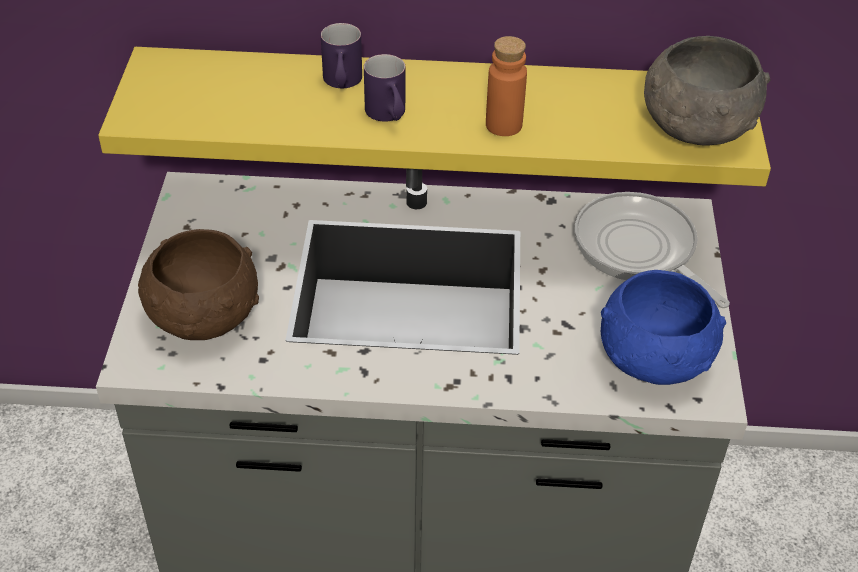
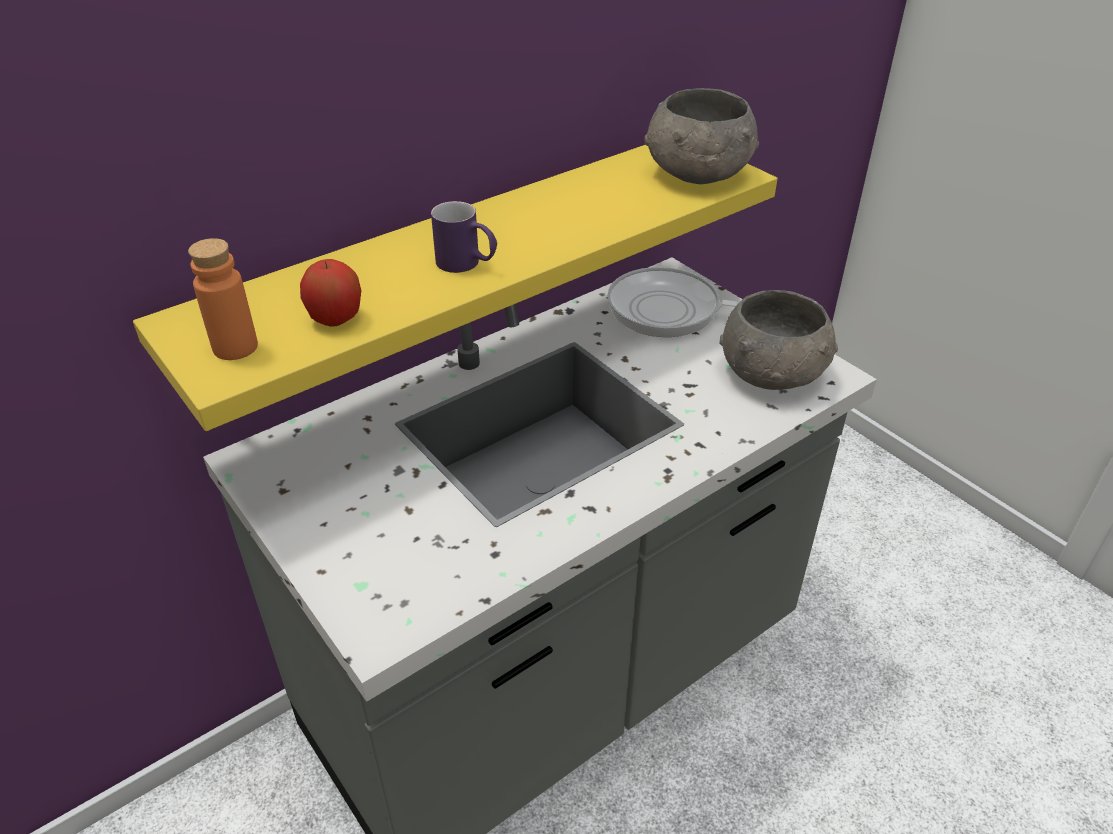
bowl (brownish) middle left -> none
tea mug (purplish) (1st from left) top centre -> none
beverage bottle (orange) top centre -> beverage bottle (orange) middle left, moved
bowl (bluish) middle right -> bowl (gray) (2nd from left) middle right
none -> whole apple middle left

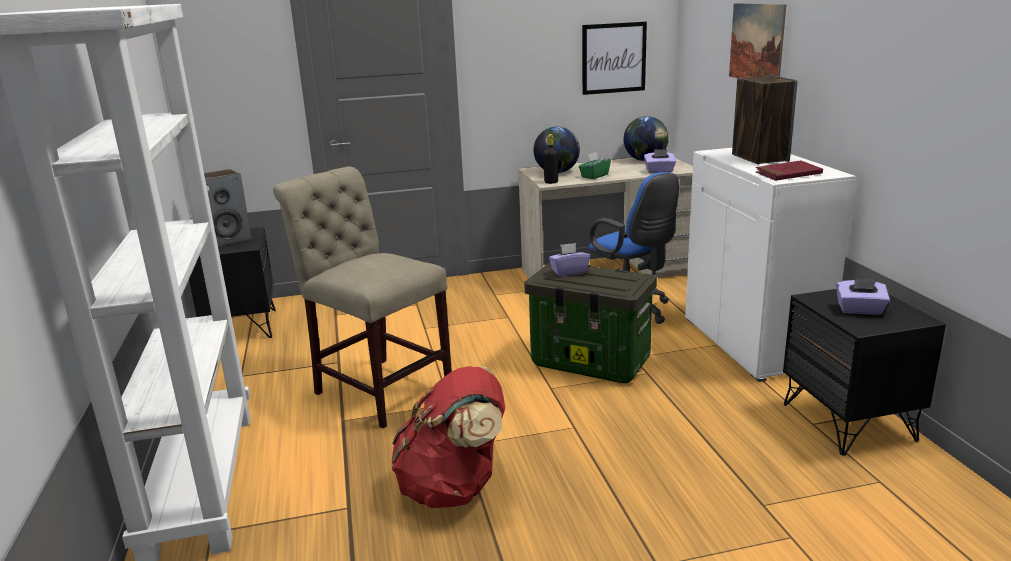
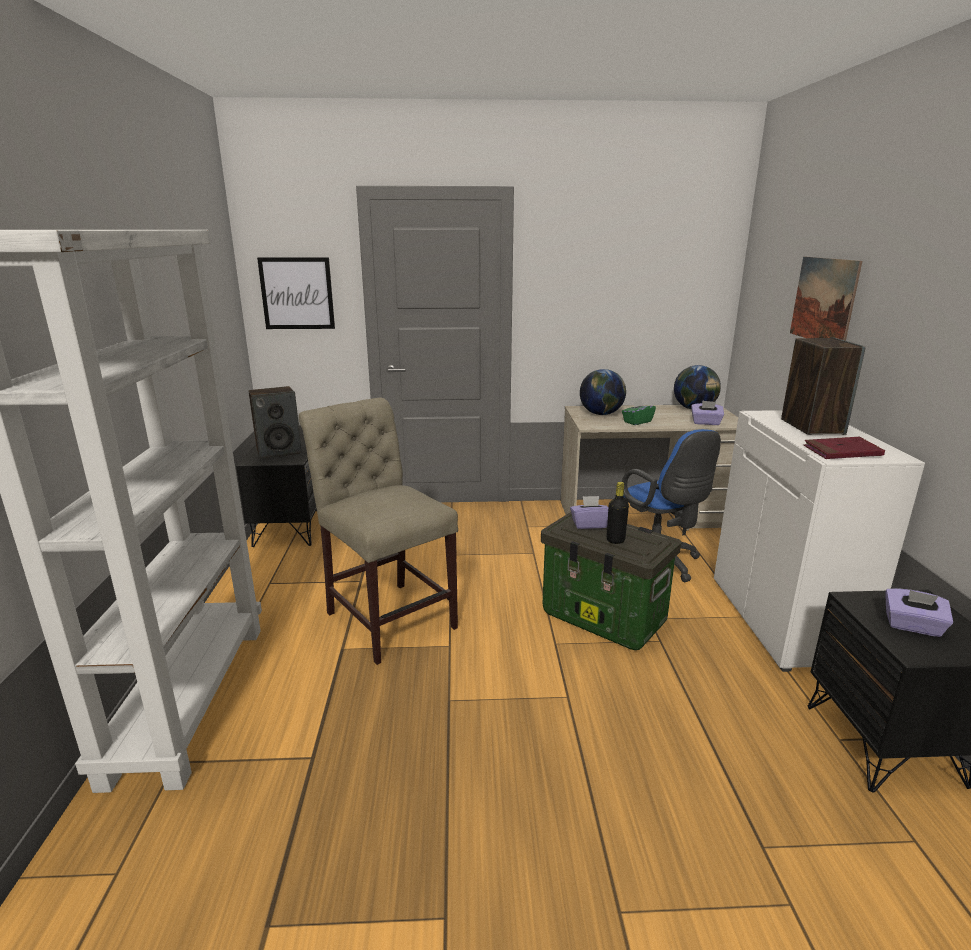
backpack (red-coloured) bottom centre -> none
beverage bottle (black-coloured) top centre -> beverage bottle (black-coloured) centre, moved
wall art (1st from left) top centre -> wall art (1st from left) top left, moved

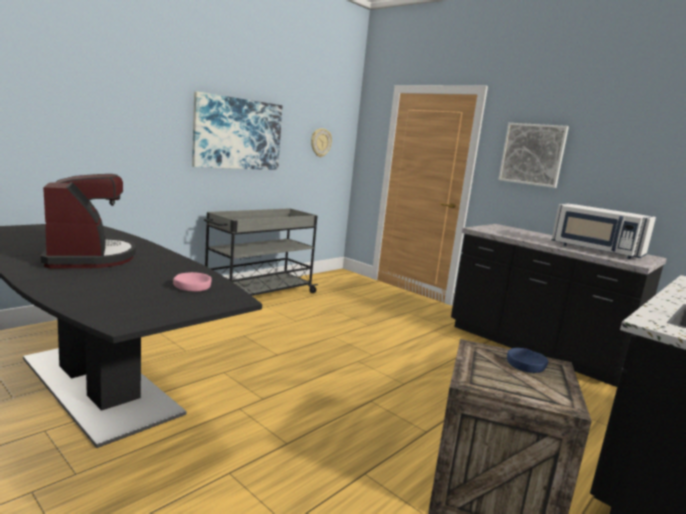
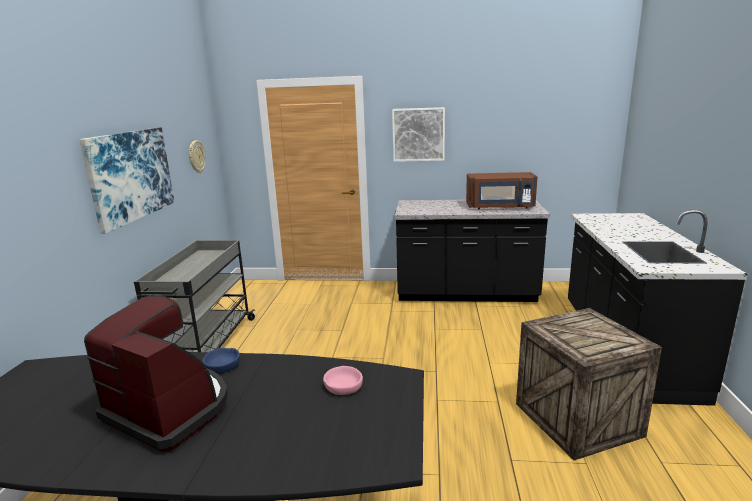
bowl (bluish) bottom right -> bowl (bluish) bottom left, moved
kitchen microwave (white) middle right -> kitchen microwave (brownish) centre

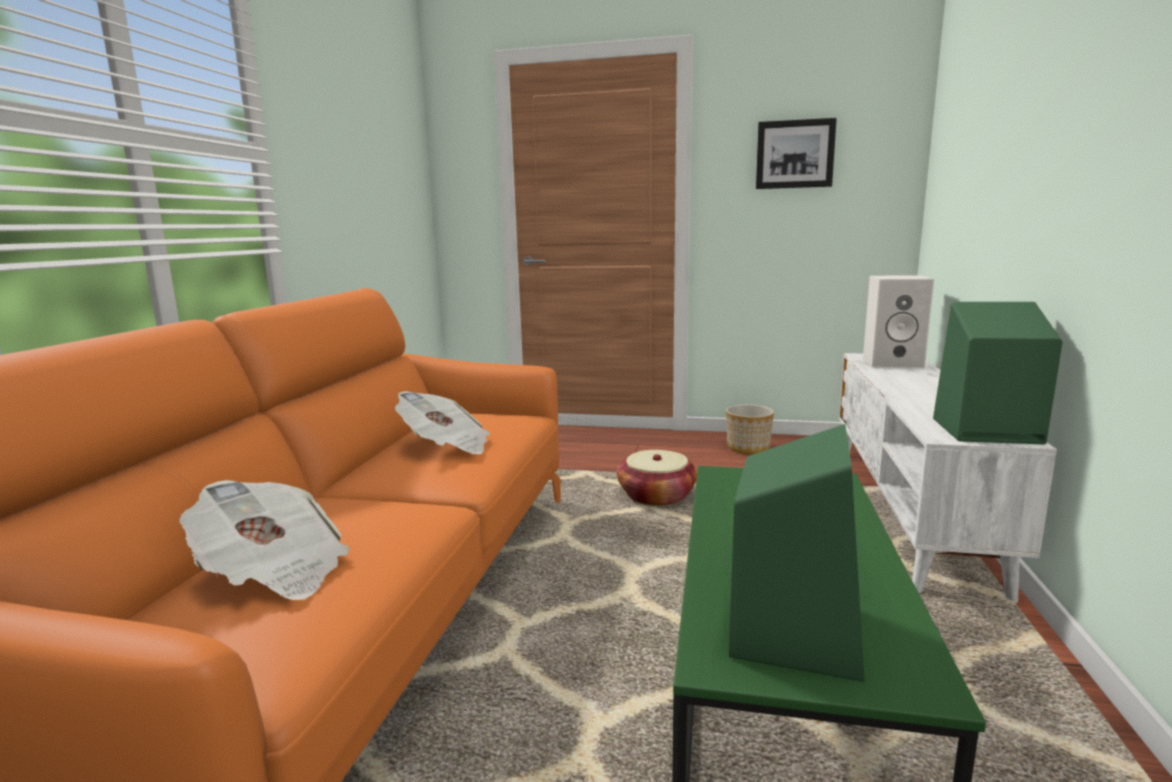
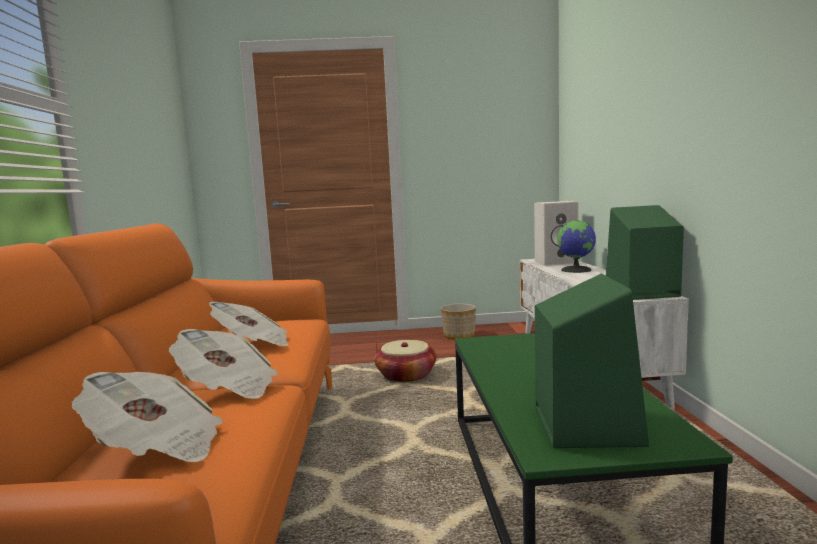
wall art top right -> none
none -> newspaper (2nd from left) bottom left
none -> desk globe middle right

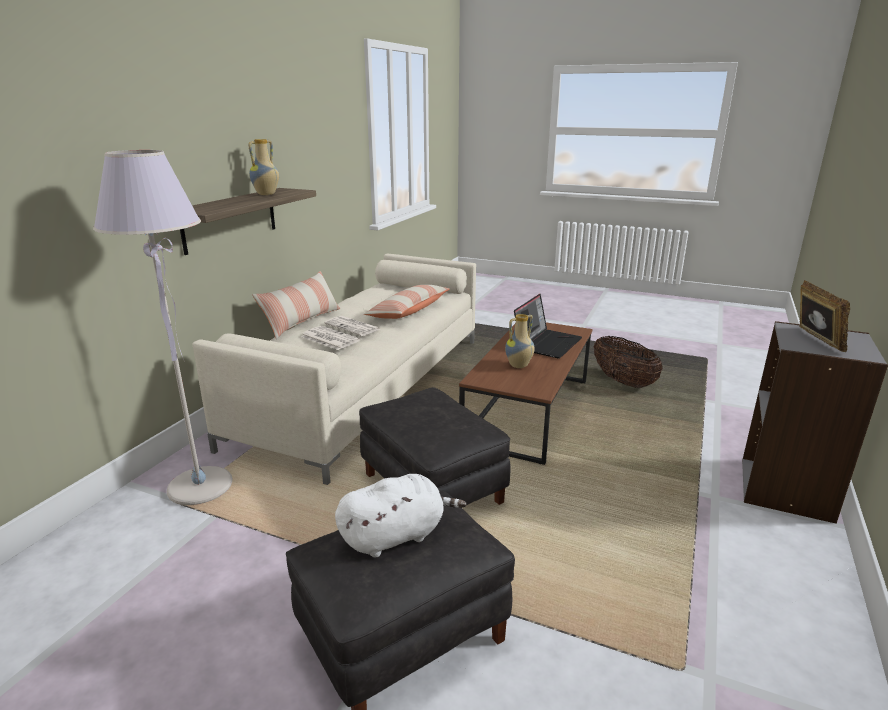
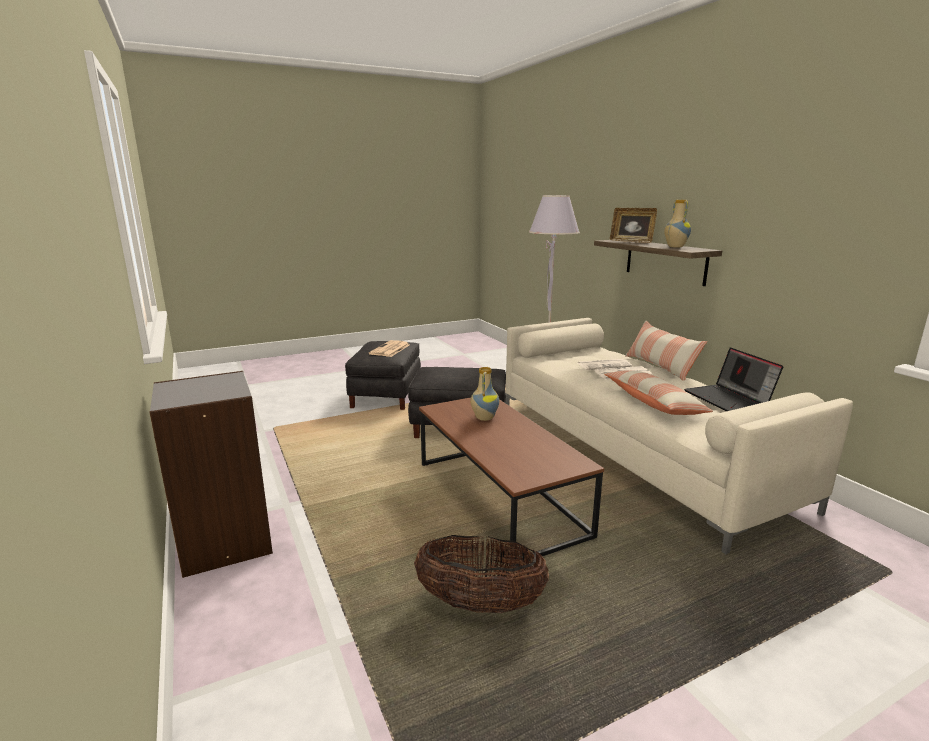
plush toy (white) bottom centre -> newspaper (1st from left) centre
notebook computer centre -> notebook computer middle right, moved
standing frame middle right -> standing frame top right, moved

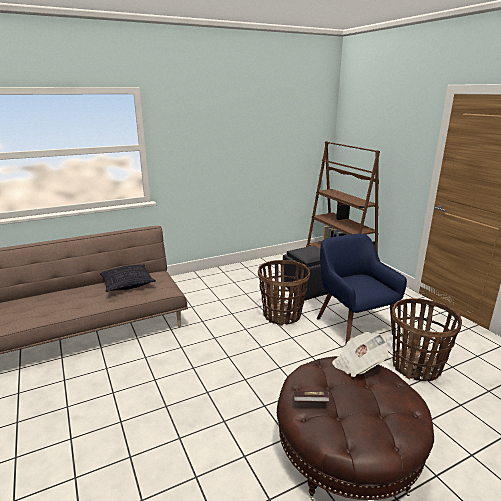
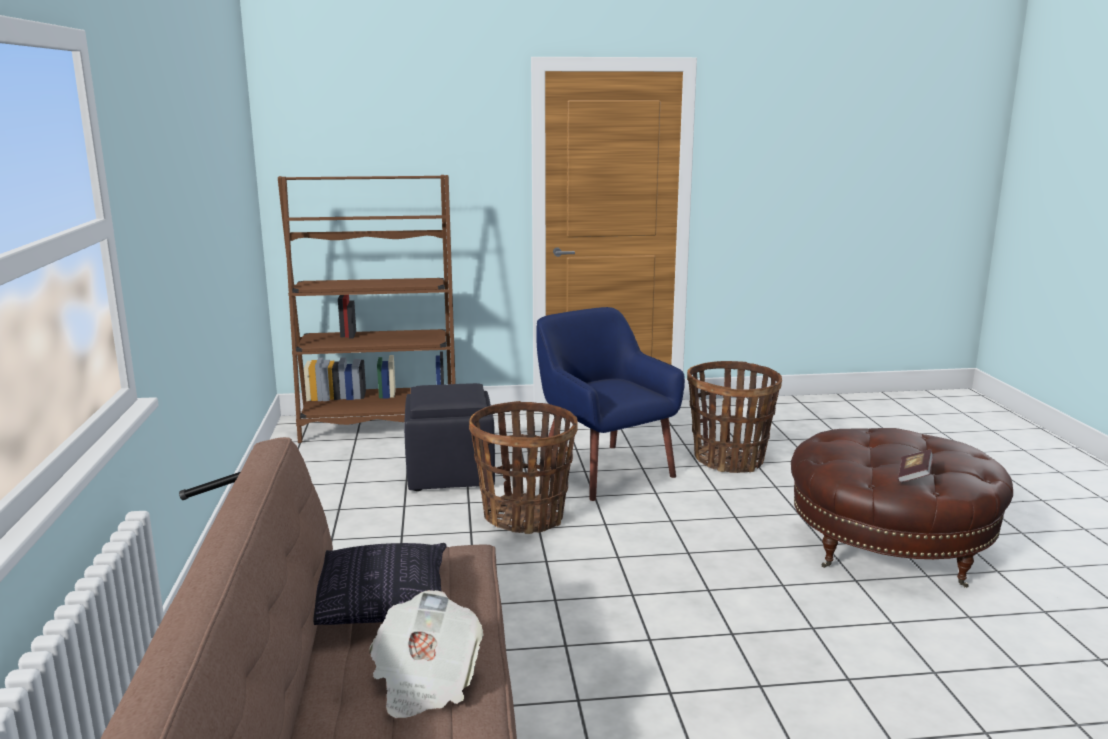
armchair (bluish) middle right -> armchair (bluish) centre, 60 degrees clockwise
newspaper bottom right -> newspaper bottom centre, moved

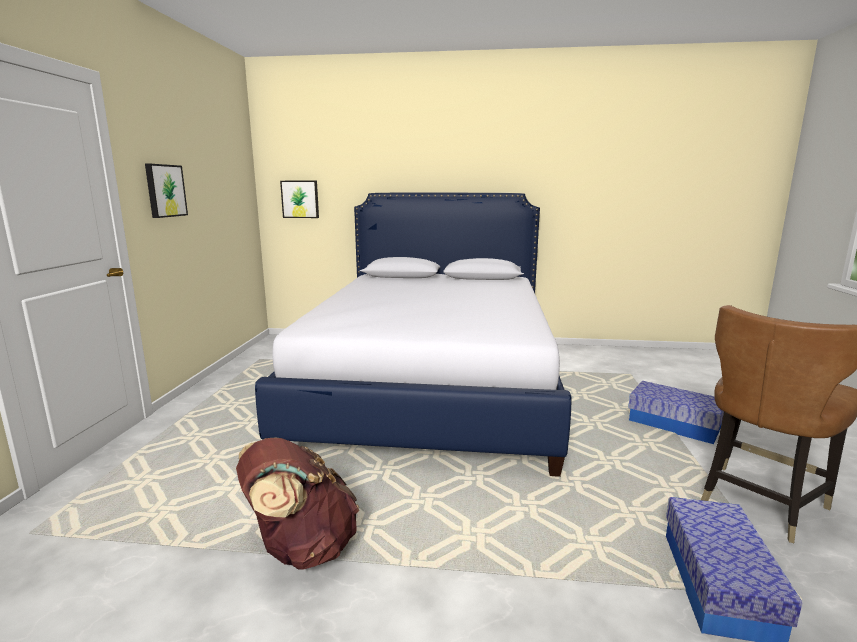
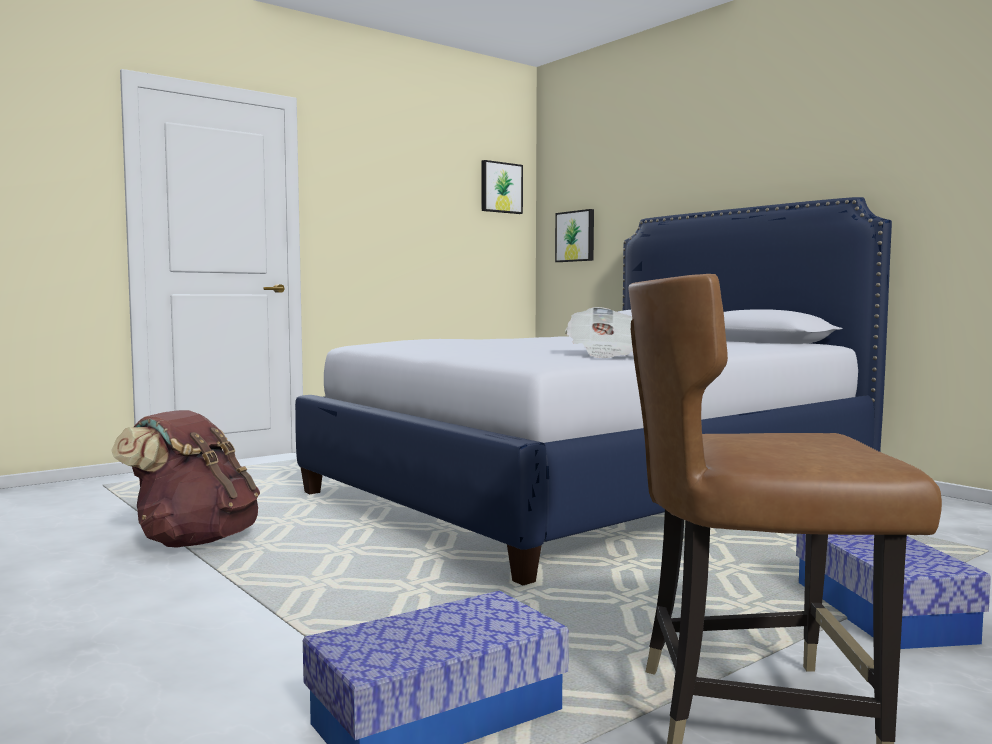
wall art (1st from left) top left -> wall art (1st from left) top centre, moved
none -> newspaper centre

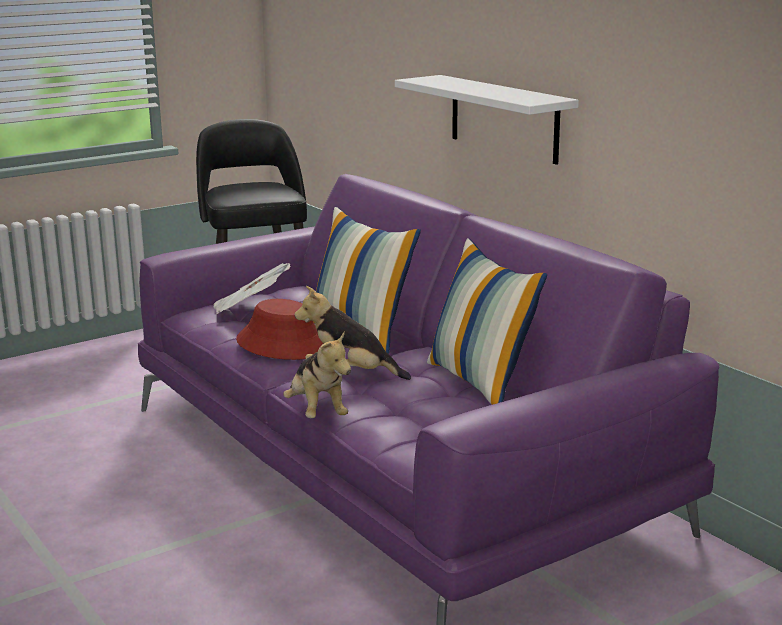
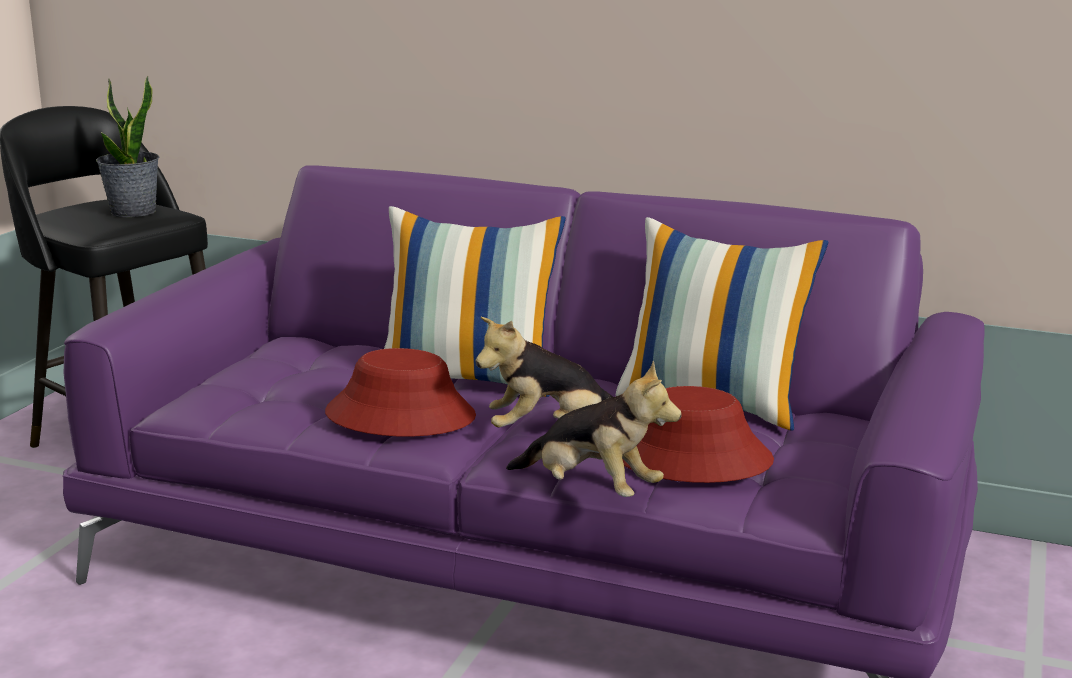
newspaper middle left -> none
wall shelf (white) top centre -> none
none -> plant in a pot top left
none -> wearable hat (red-coloured) (2nd from left) centre

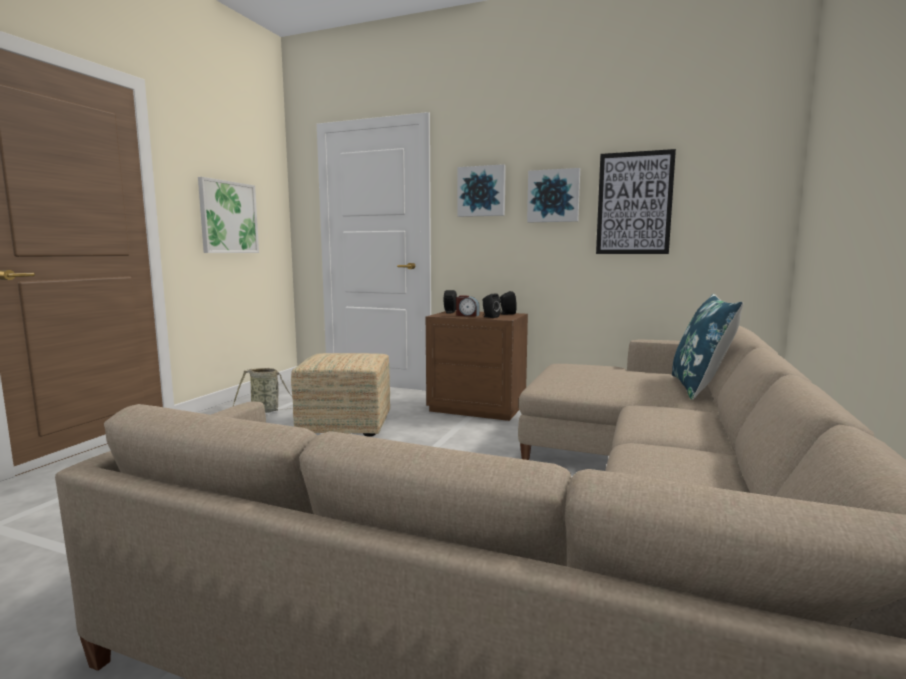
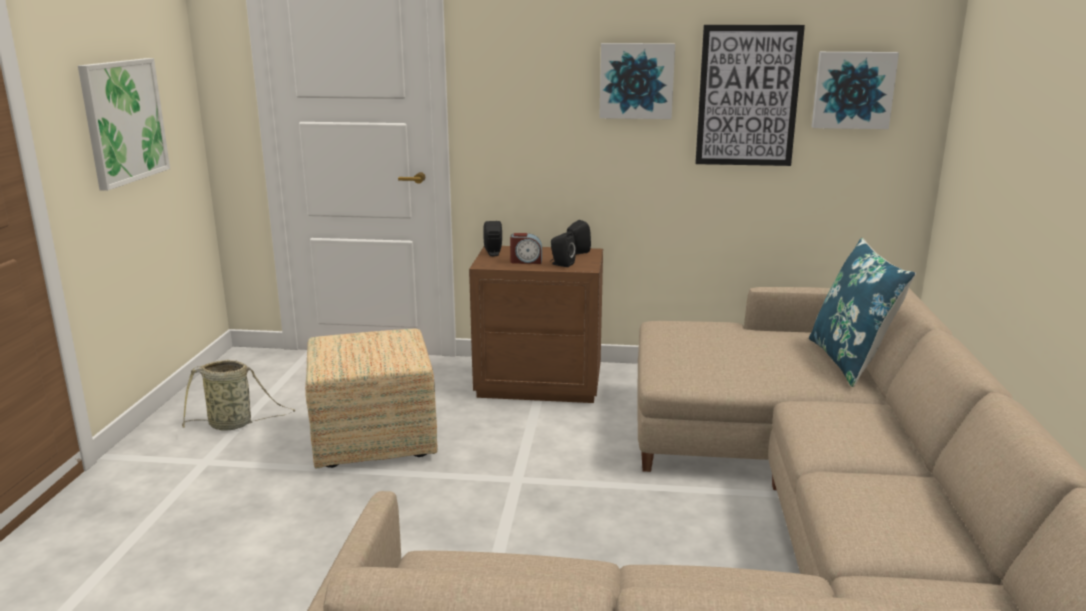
wall art (2nd from left in the first image) top centre -> wall art (4th from left) top right, moved

